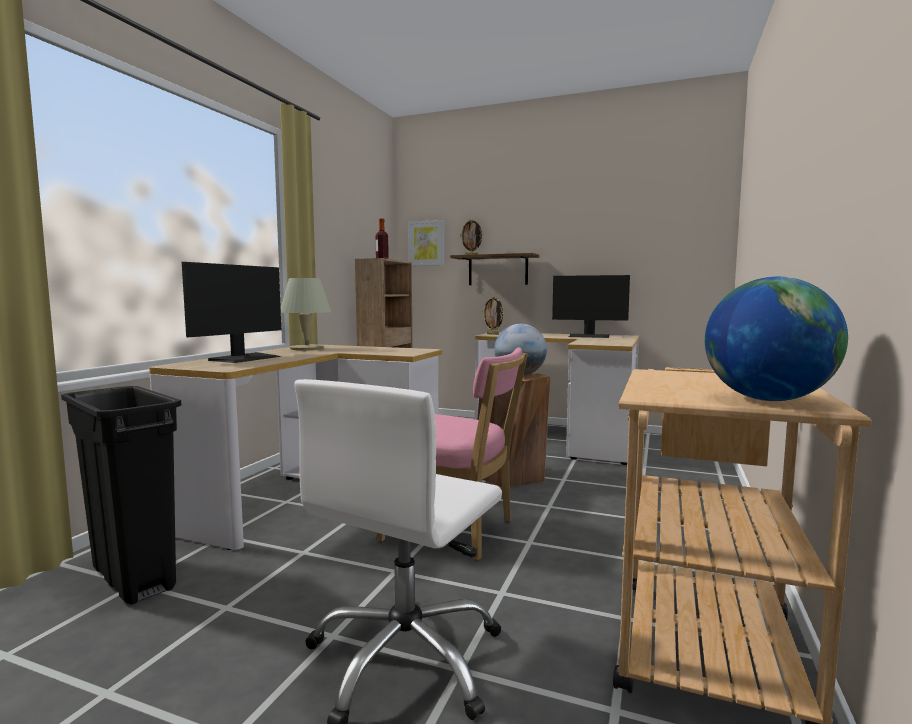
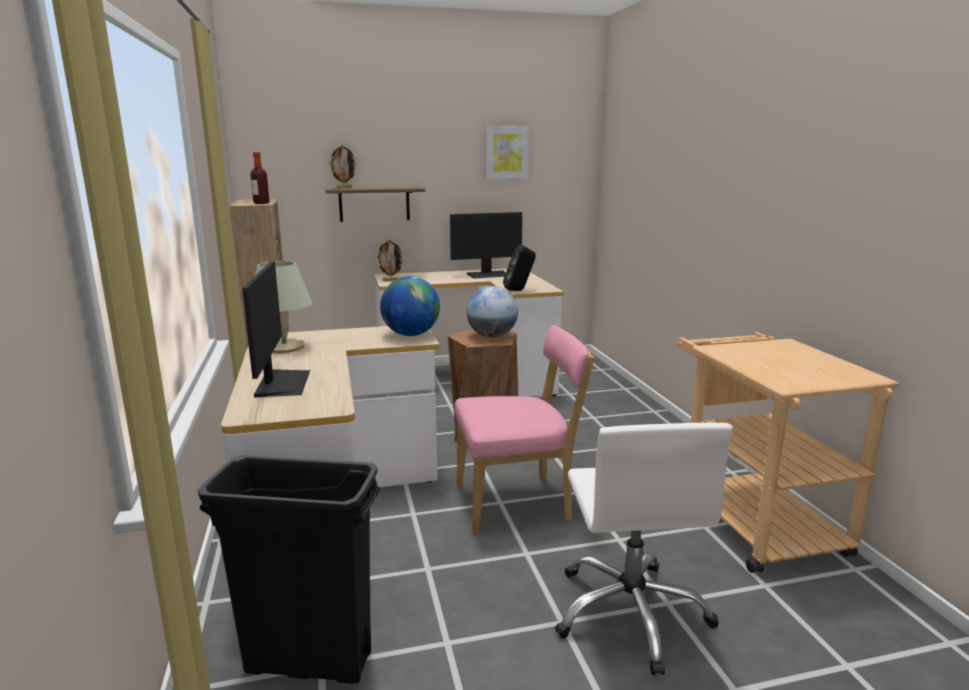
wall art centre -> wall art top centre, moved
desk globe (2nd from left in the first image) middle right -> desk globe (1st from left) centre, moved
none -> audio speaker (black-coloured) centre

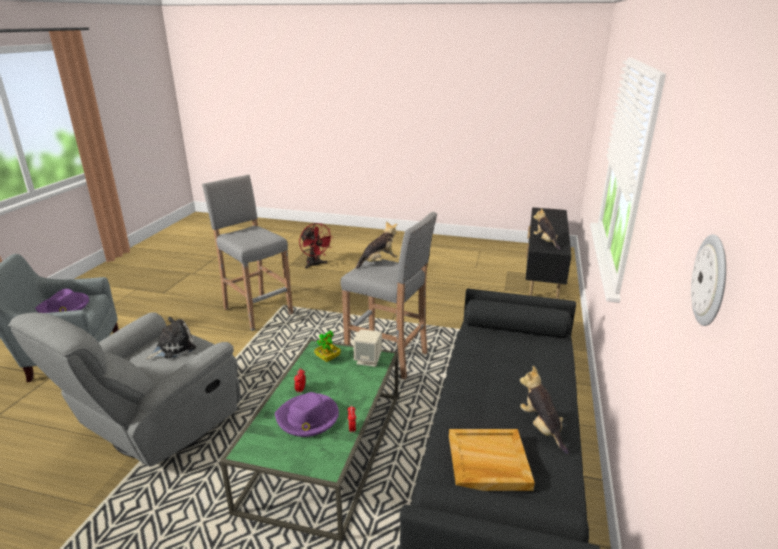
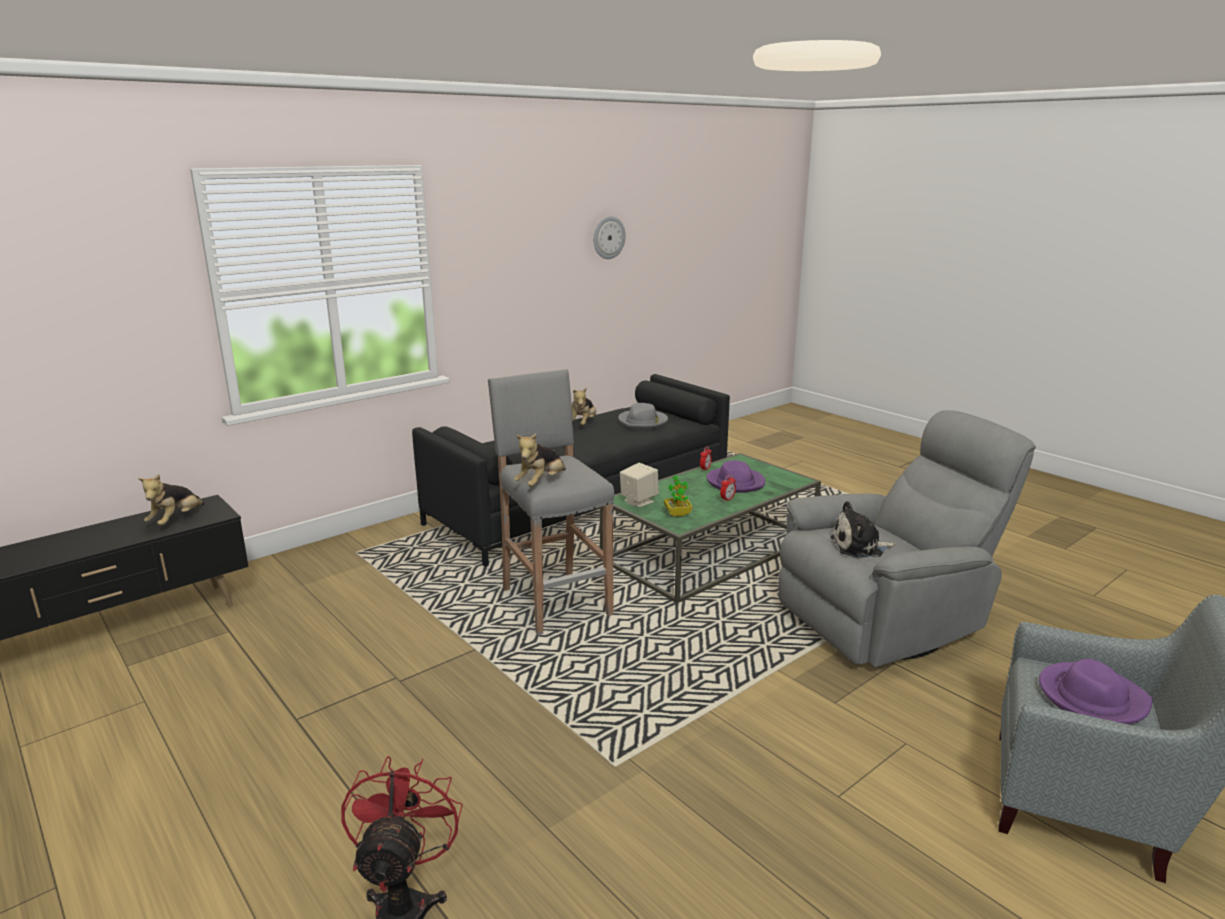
stool (gray) (1st from left) middle left -> none
plush toy (2nd from left) centre, 60 degrees counterclockwise
carrying tray (beige) bottom centre -> wearable hat (gray) centre

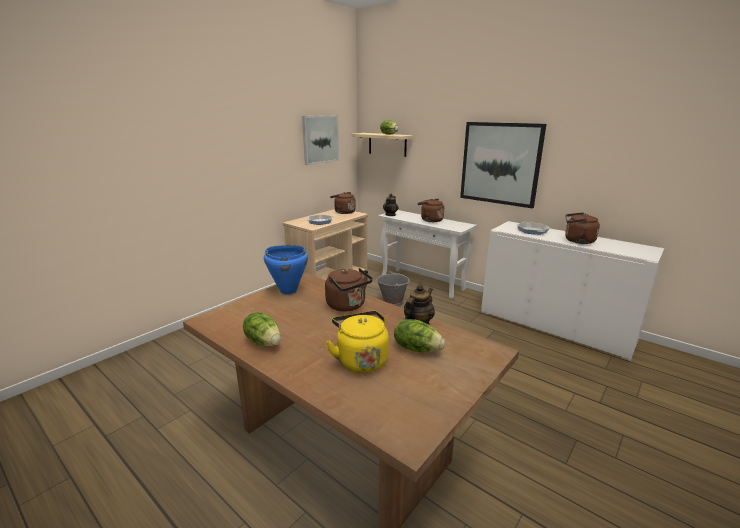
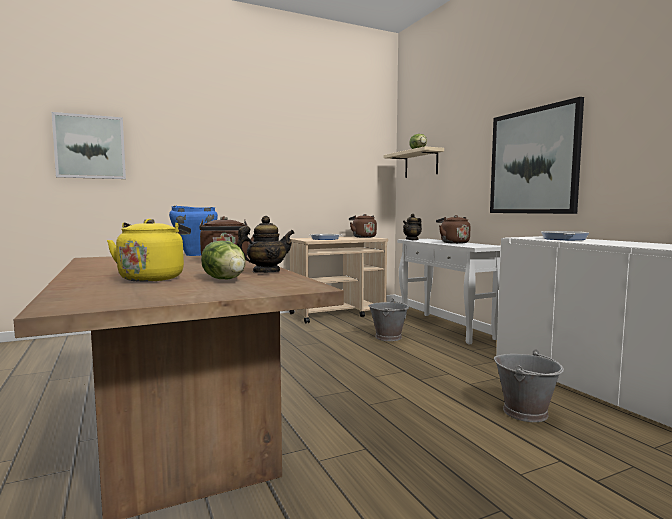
head of lettuce (1st from left) centre -> none
wall art (1st from left) top centre -> wall art (1st from left) top left, moved
water kettle (brownish) (4th from left) middle right -> none
none -> water bucket (gray) (2nd from left) bottom right

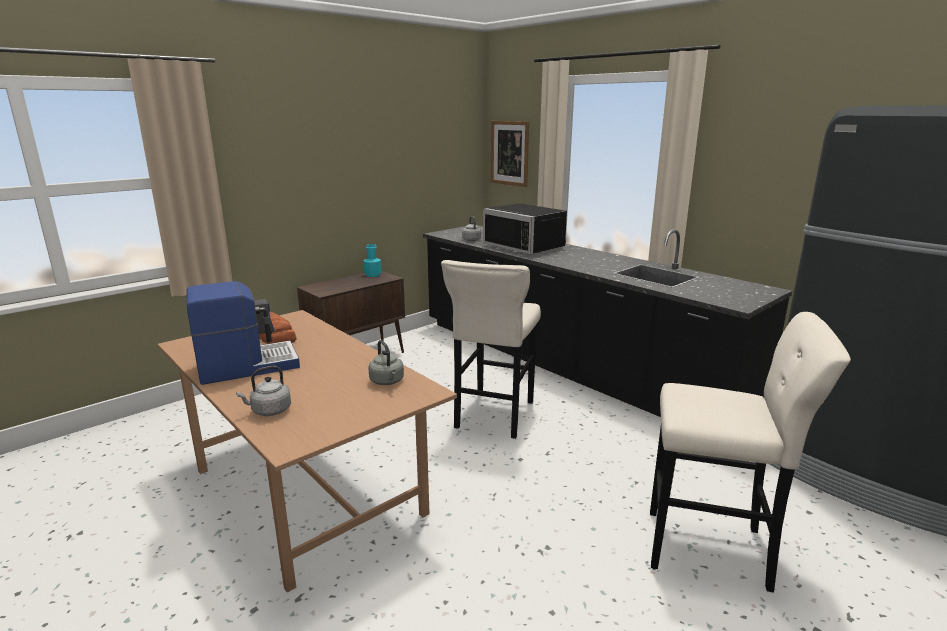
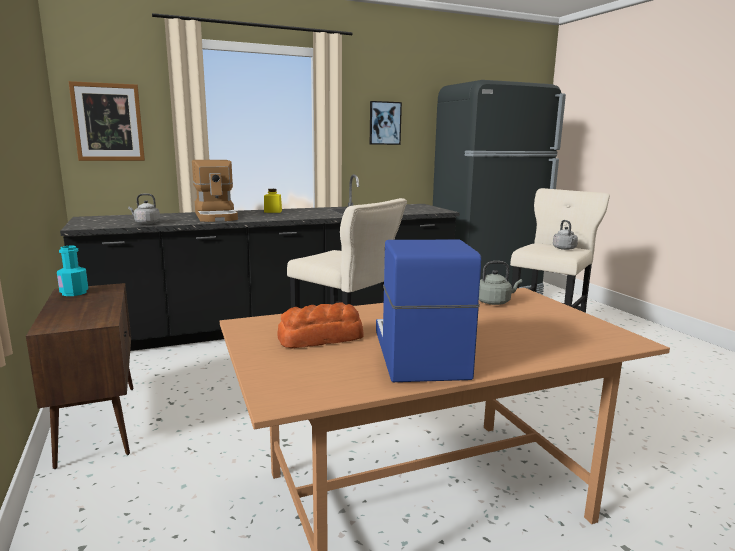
water kettle (gray) (1st from left in the first image) middle left -> water kettle (gray) (3rd from left) middle right, moved
kitchen microwave (black-coloured) centre -> coffee brewer (1st from left) middle left
none -> jar (yellow) centre
none -> wall art (2nd from left) top centre

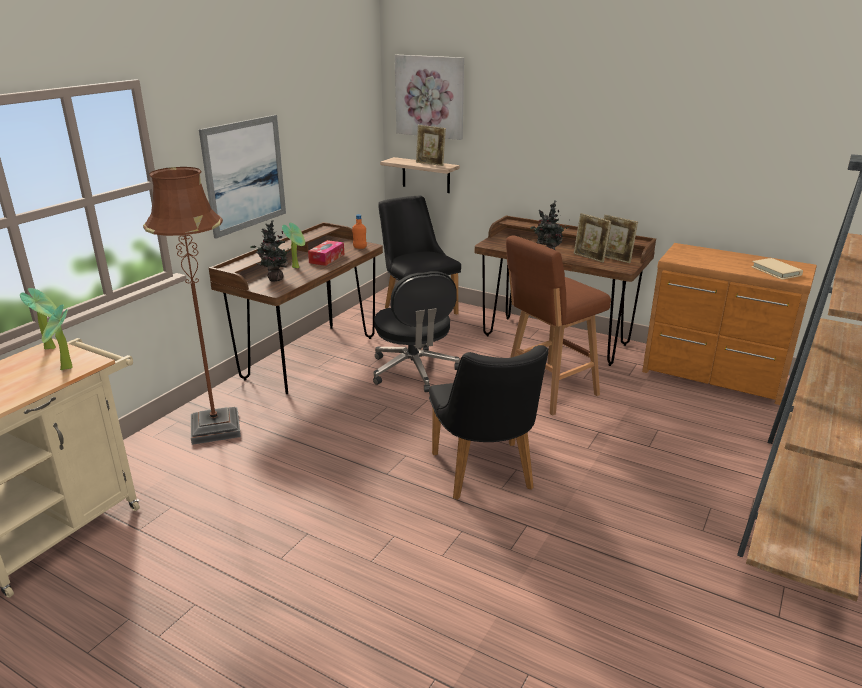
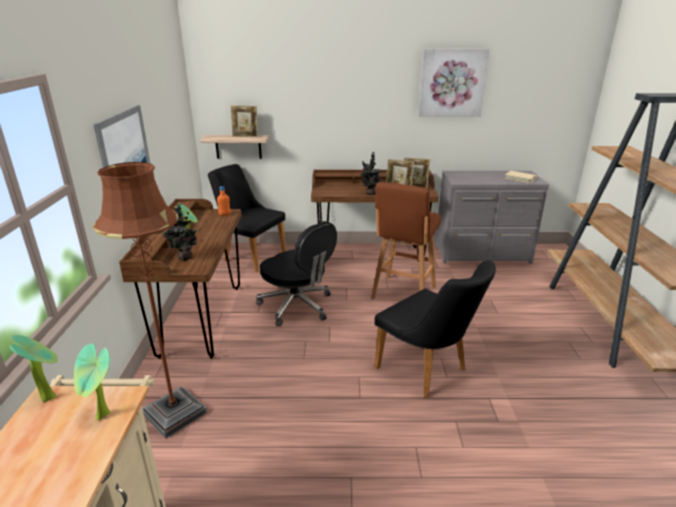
tissue box centre -> none
wall art (2nd from left) top centre -> wall art (2nd from left) top right, moved
drawer chest (brownish) middle right -> drawer chest (gray) middle right

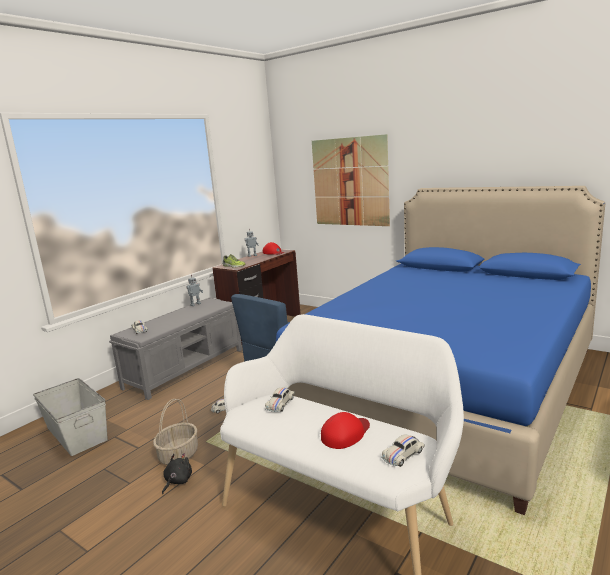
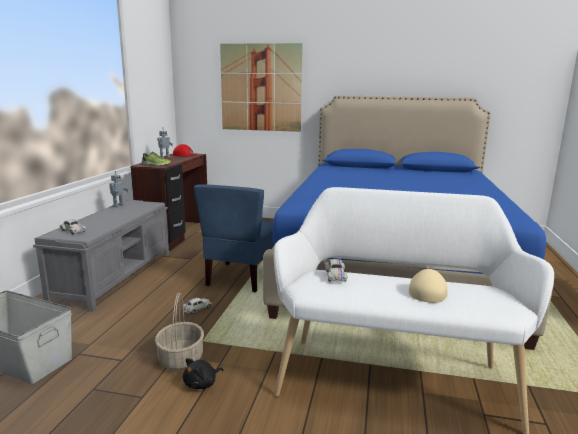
plush toy (black-coloured) bottom left -> plush toy (black-coloured) bottom centre, 135 degrees counterclockwise
cap (red-coloured) (2nd from left) bottom centre -> cap (beige) middle right
model car (white) (4th from left) bottom centre -> none

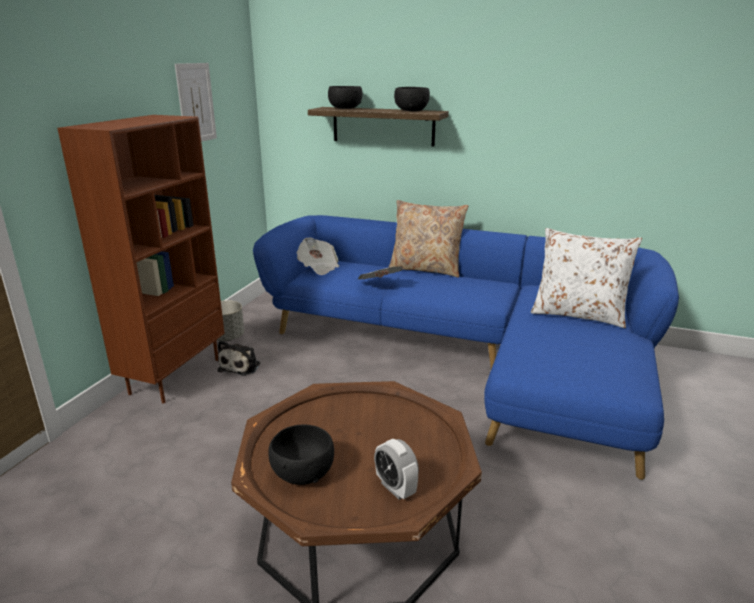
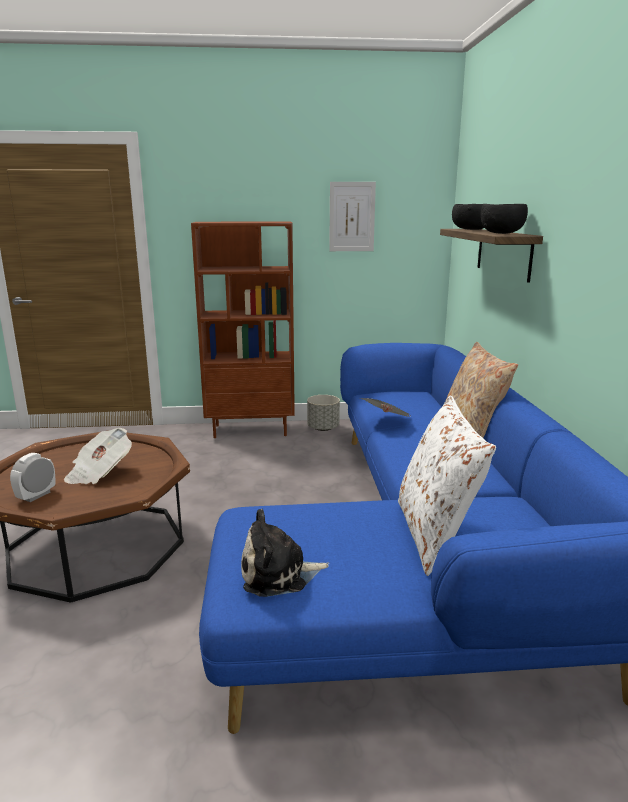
plush toy middle left -> plush toy bottom centre, moved
bowl (black-coloured) (1st from left) bottom centre -> none
newspaper (1st from left) centre -> newspaper (1st from left) middle left, moved

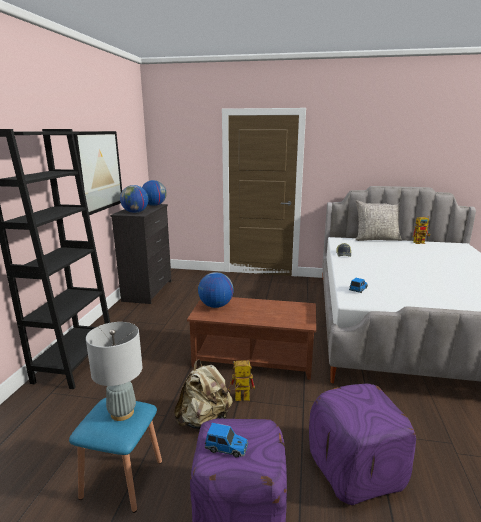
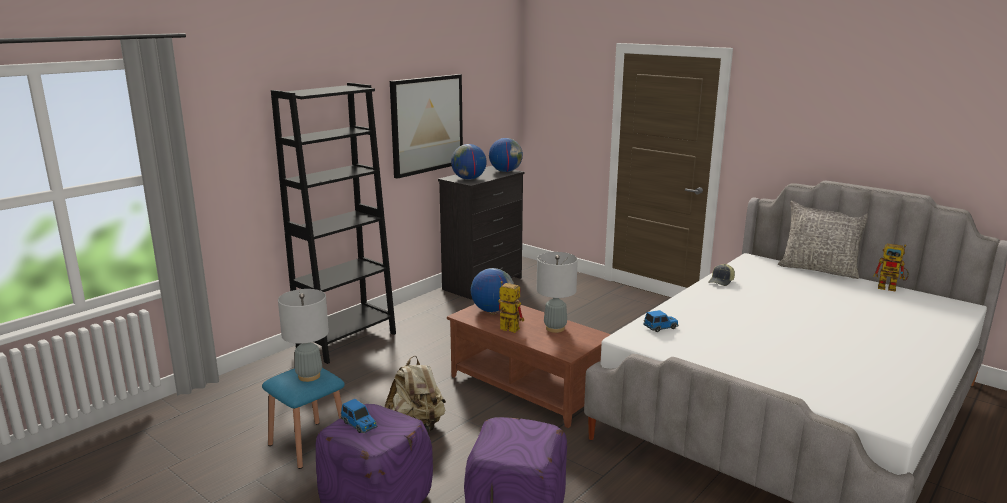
model robot (1st from left) bottom centre -> model robot (1st from left) centre, moved
none -> tabletop lamp (gray) (2nd from left) centre

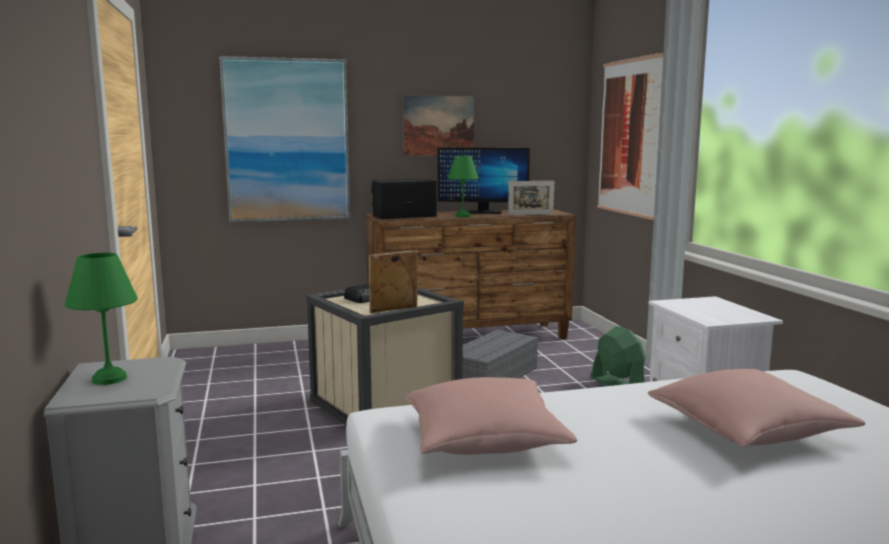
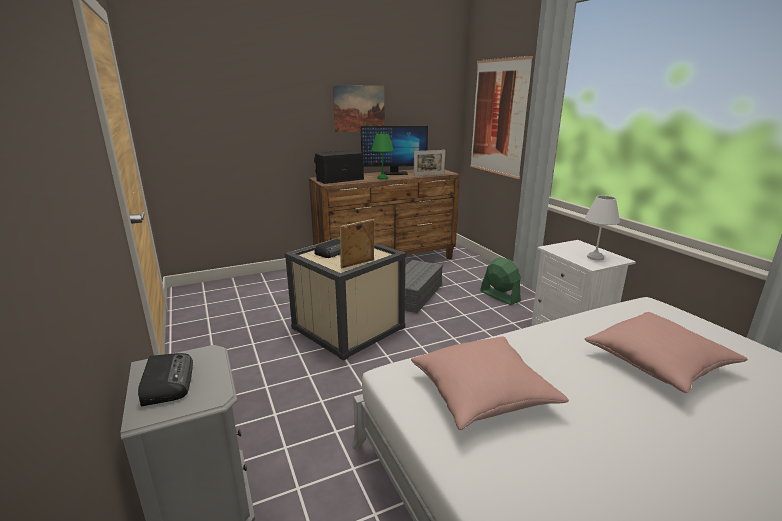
tabletop lamp (green) (1st from left) middle left -> radio (1st from left) bottom left
wall art (1st from left) top left -> none
none -> tabletop lamp (white) middle right

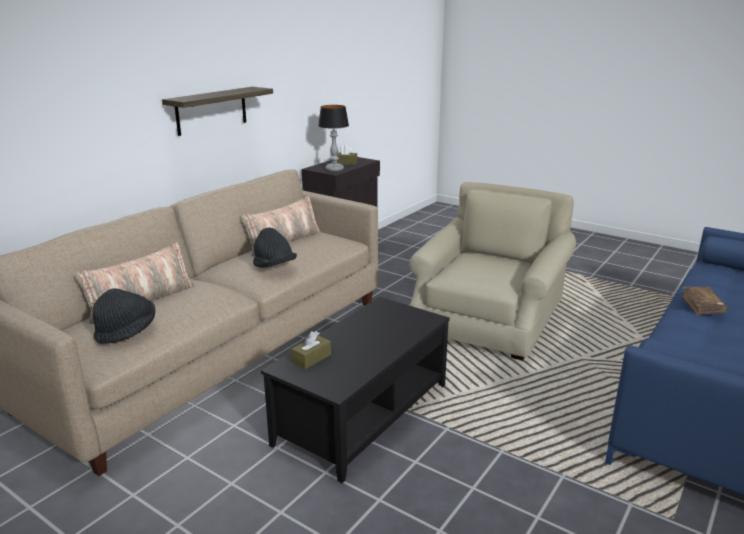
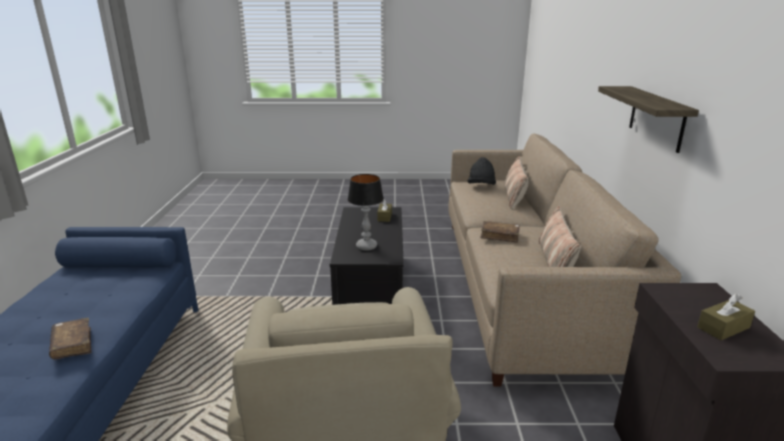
wearable hat (black-coloured) (2nd from left) centre -> book (brownish) (2nd from left) centre
tabletop lamp top centre -> tabletop lamp centre, moved

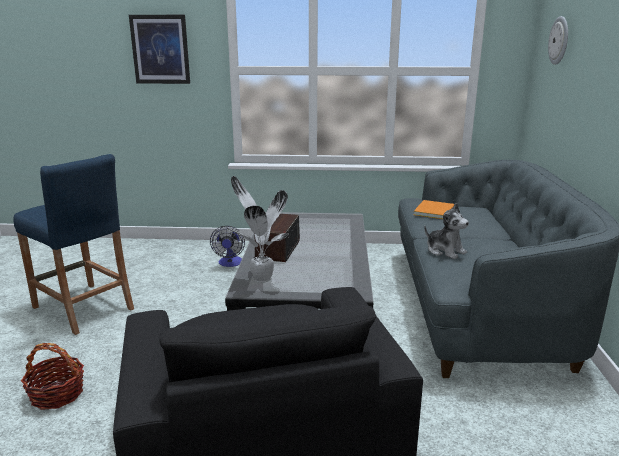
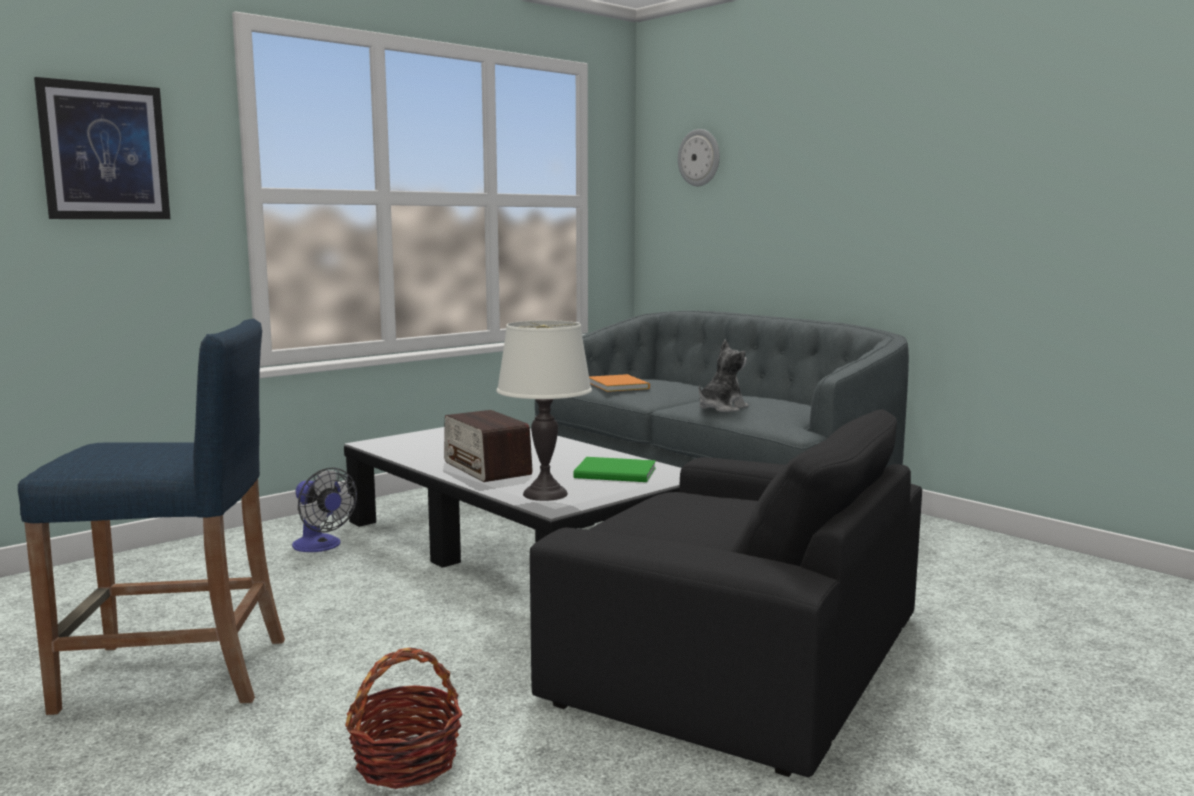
plant in a pot centre -> tabletop lamp (white) centre
plush toy middle right -> plush toy centre, 45 degrees counterclockwise
none -> book (green) centre

